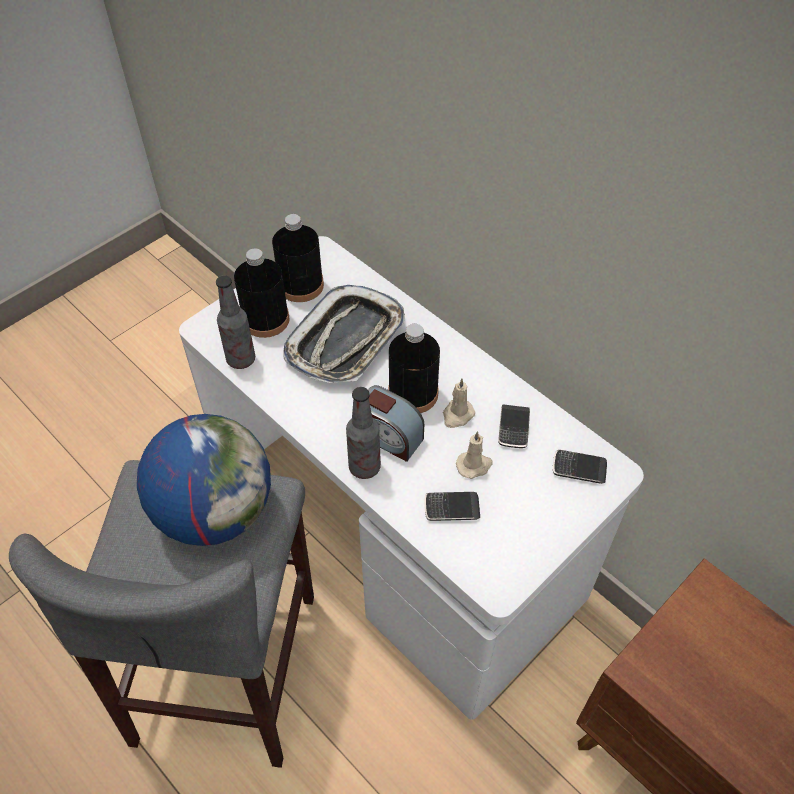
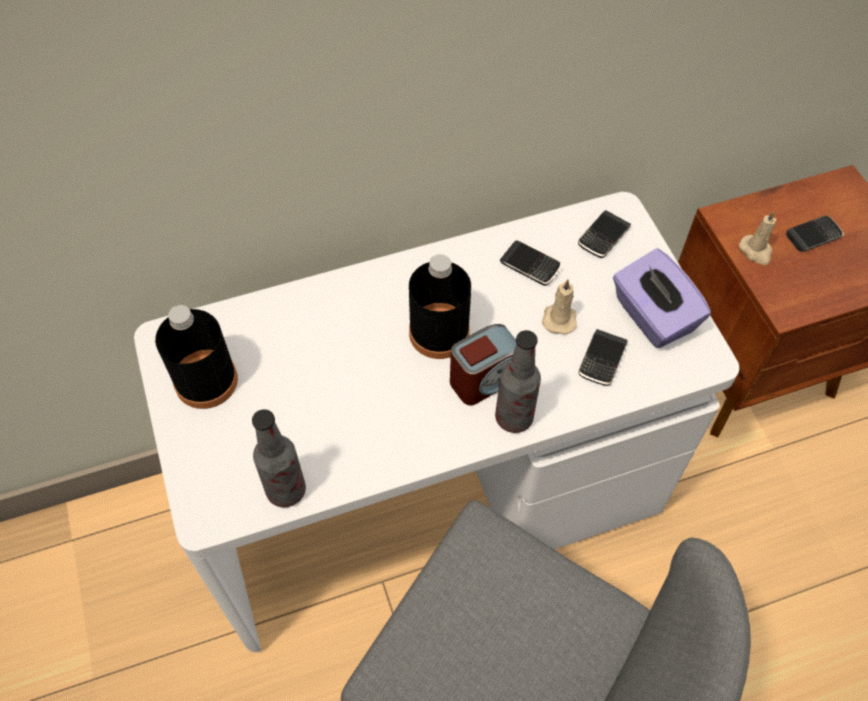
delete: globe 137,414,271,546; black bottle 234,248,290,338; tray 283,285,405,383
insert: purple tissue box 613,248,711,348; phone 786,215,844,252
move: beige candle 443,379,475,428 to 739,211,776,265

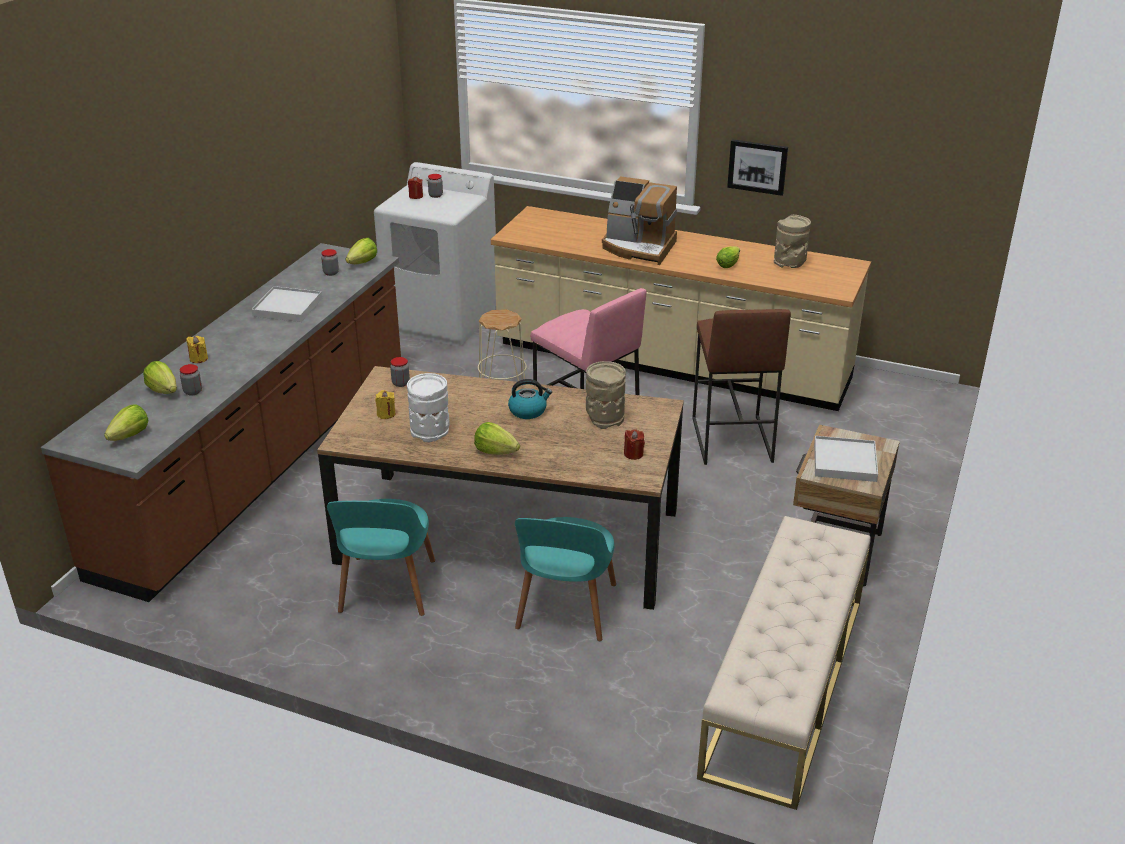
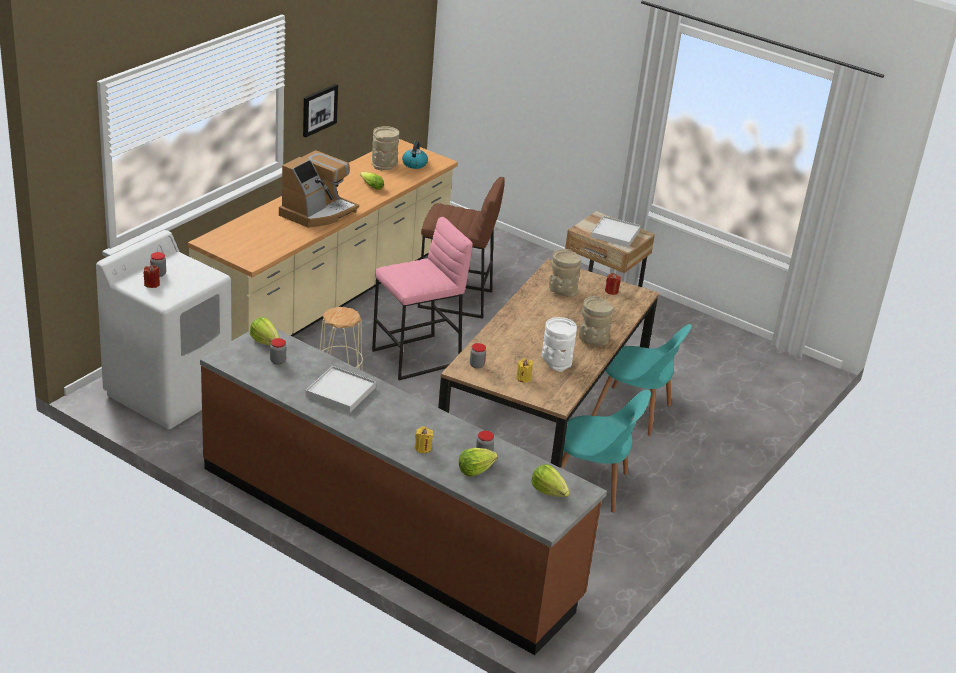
delete: beige bench 697,516,871,810
move: kettle 508,379,552,419 to 402,141,428,169
replace: lettuce 474,422,520,455 to beige vase 579,296,614,346

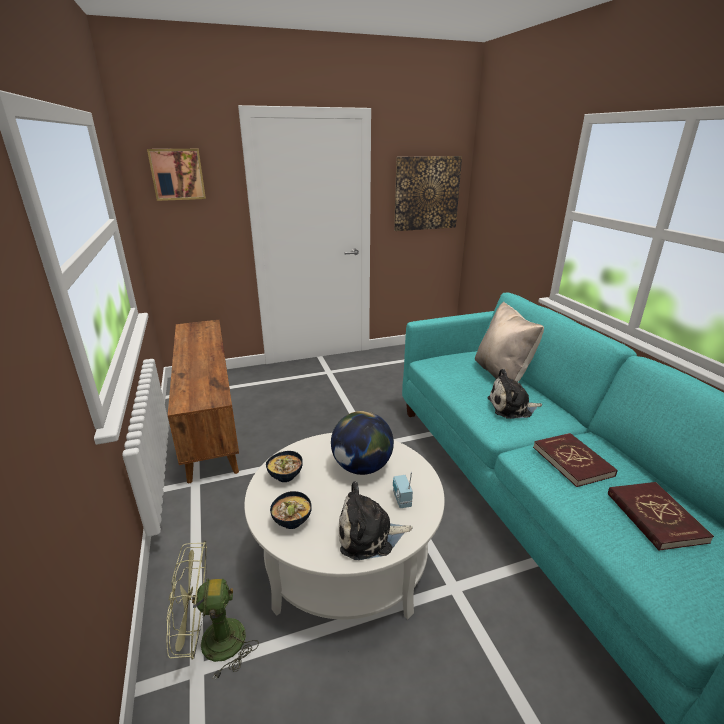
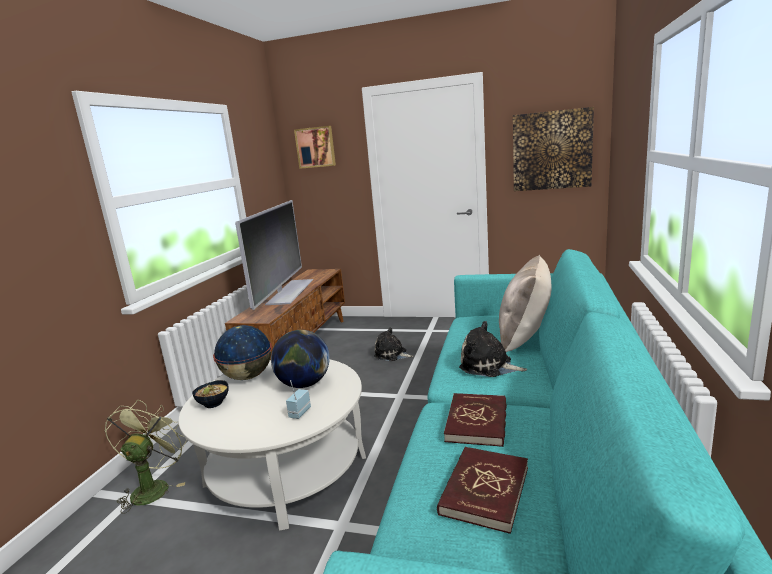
insert: television 235,200,313,310
move: plush toy 339,481,413,560 to 374,327,414,361
replace: bowl 266,451,303,482 to globe 213,325,272,380
rotate: green fan 167,541,259,680 = 105,400,187,514 75 degrees clockwise

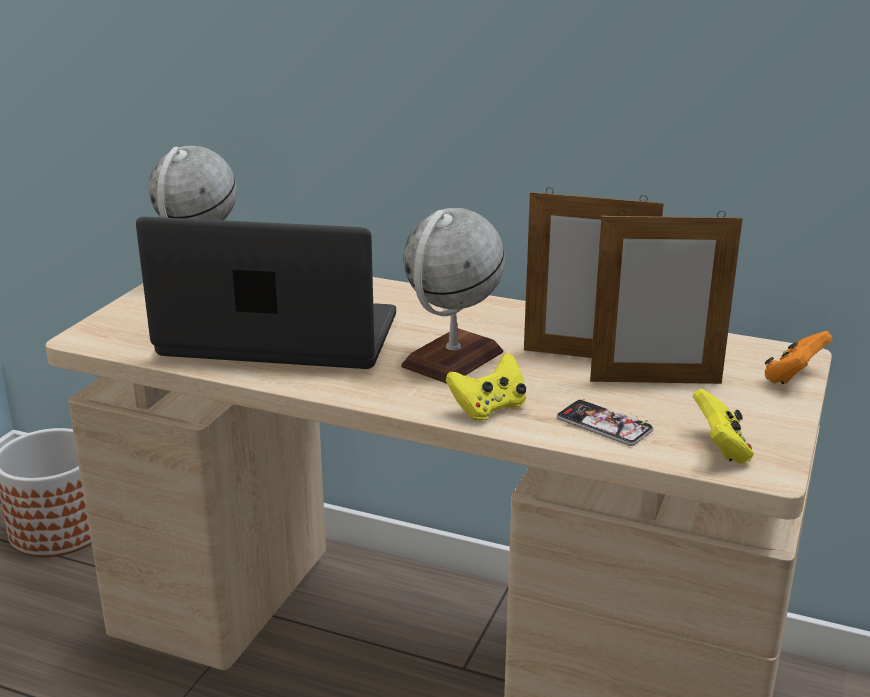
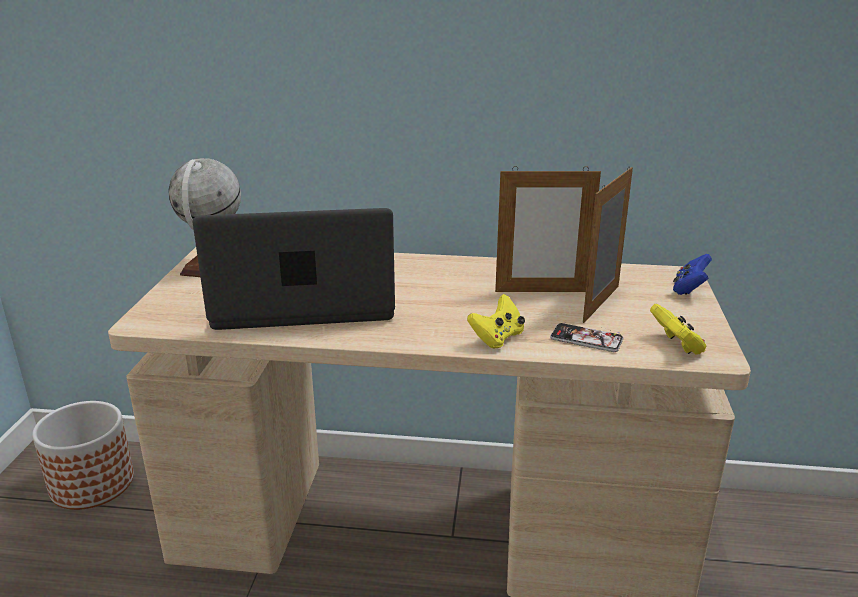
delete: globe 401,208,505,384
recolor: orange game controller 764,331,832,384 to blue game controller 673,254,712,295
rotate: picture frame 590,210,743,384 = 583,167,633,323 135 degrees clockwise

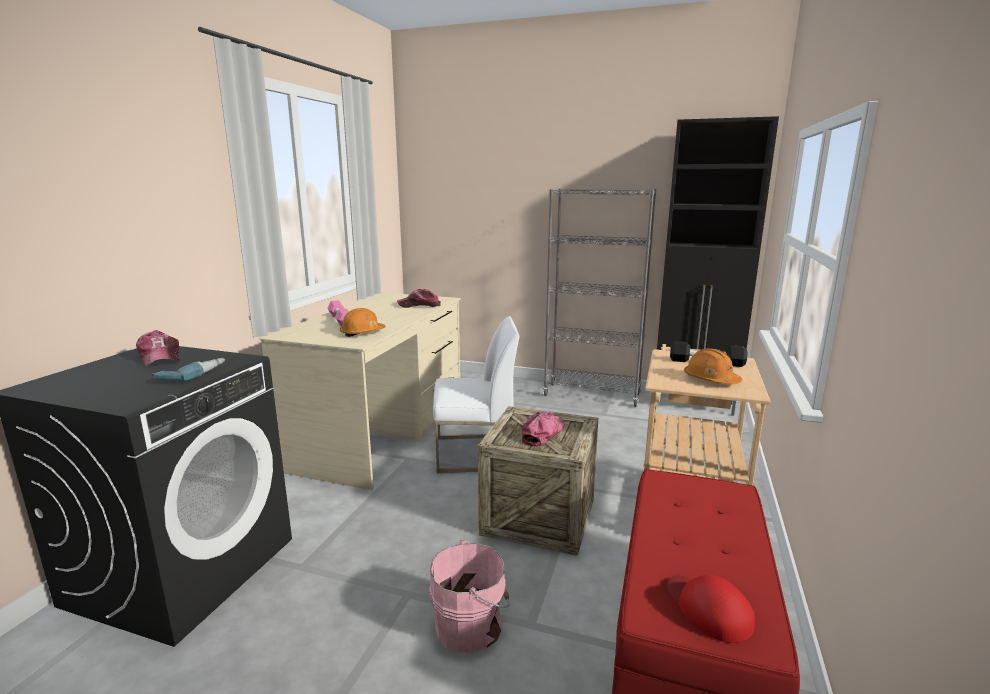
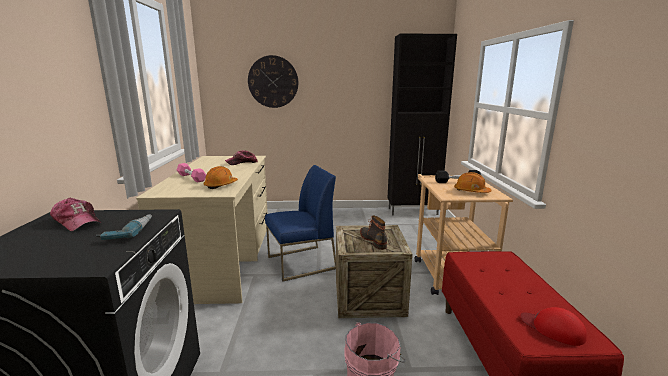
delete: grey bookcase 543,189,656,407
insert: wall clock 248,55,298,108
replace: cap 522,411,564,446 to boot 360,215,387,250
recolor: white chair 433,316,520,473 to blue chair 265,165,336,282

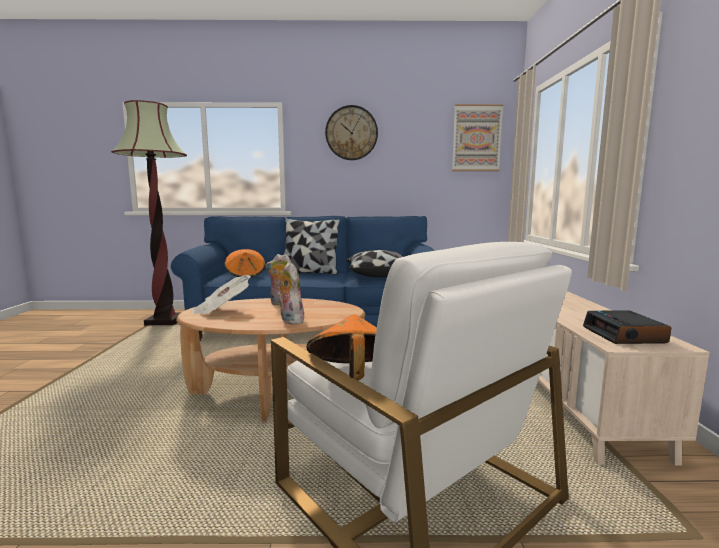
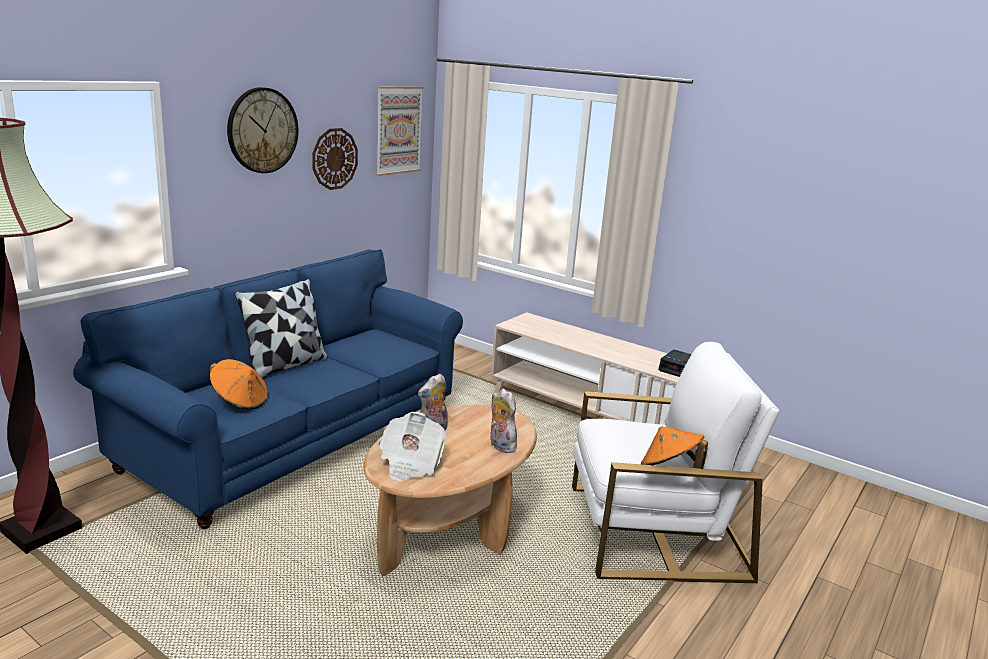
delete: pillow 346,250,403,277
insert: wall clock 312,128,358,190
rotate: plush toy 276,263,305,324 = 491,389,517,453 45 degrees clockwise

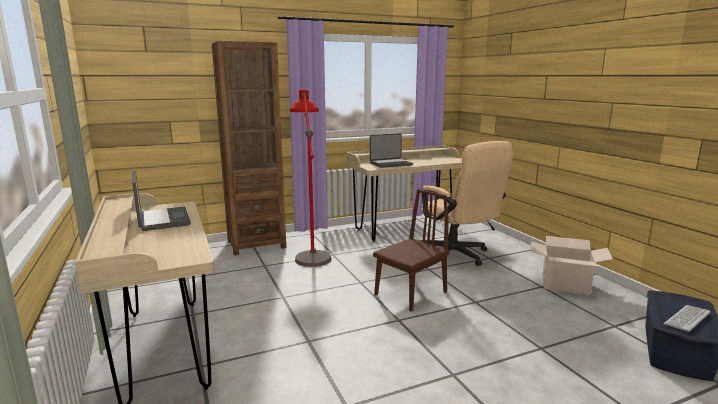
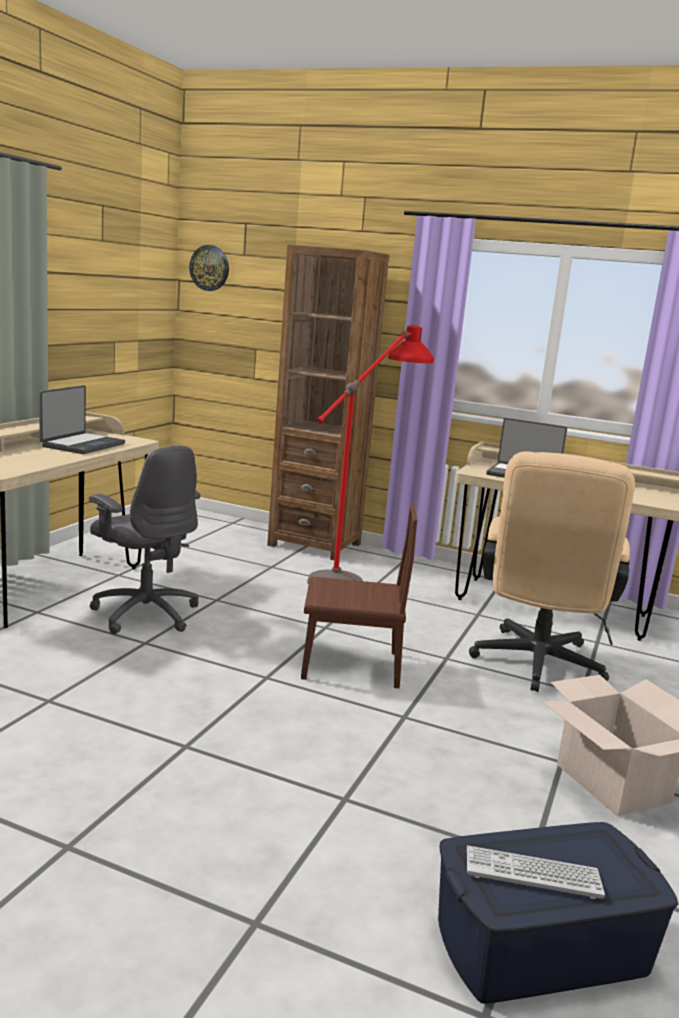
insert: grey office chair 89,445,200,634; wall clock 189,245,229,291

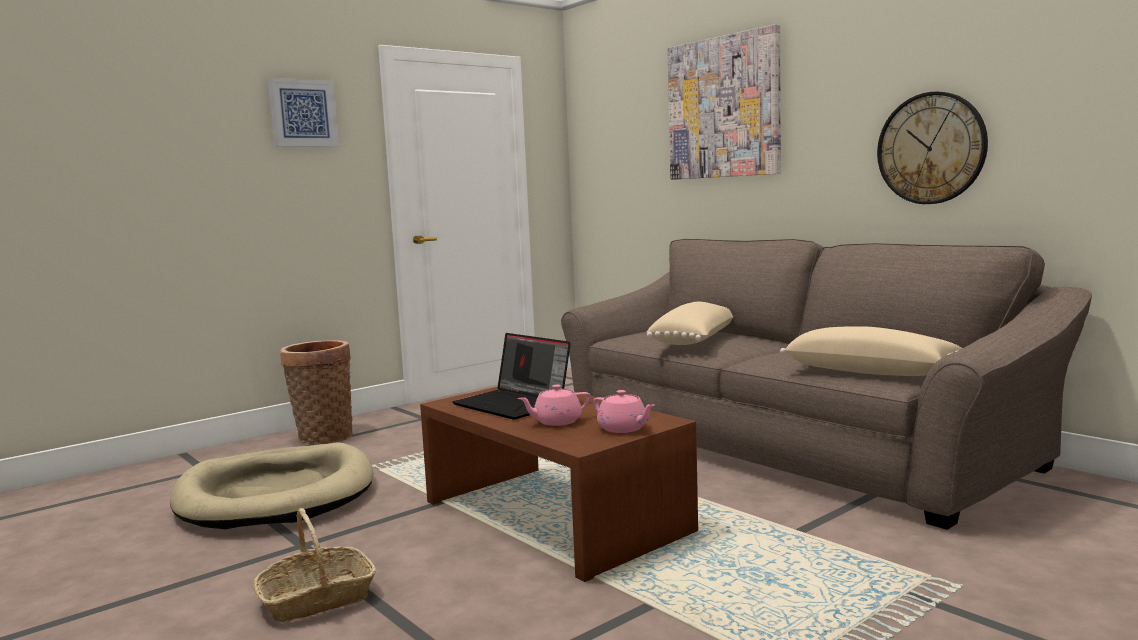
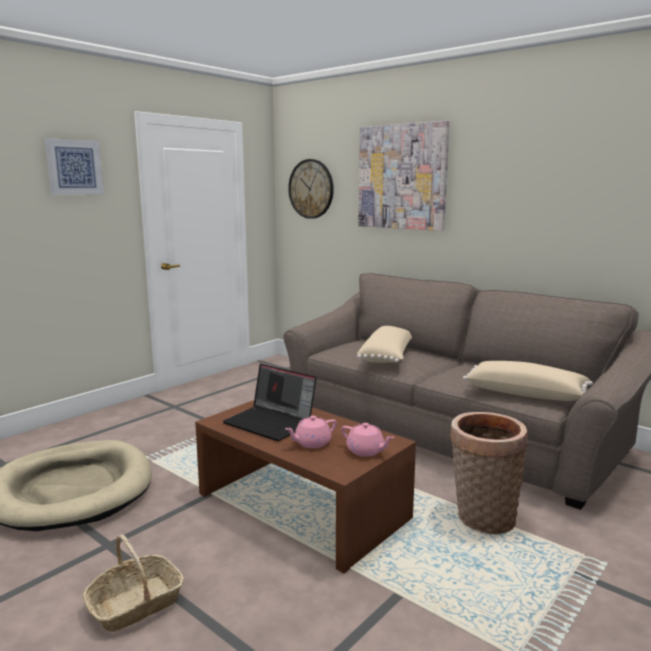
move: wall clock 877,91,988,204 to 288,159,334,219; basket 280,340,353,445 to 450,412,528,534

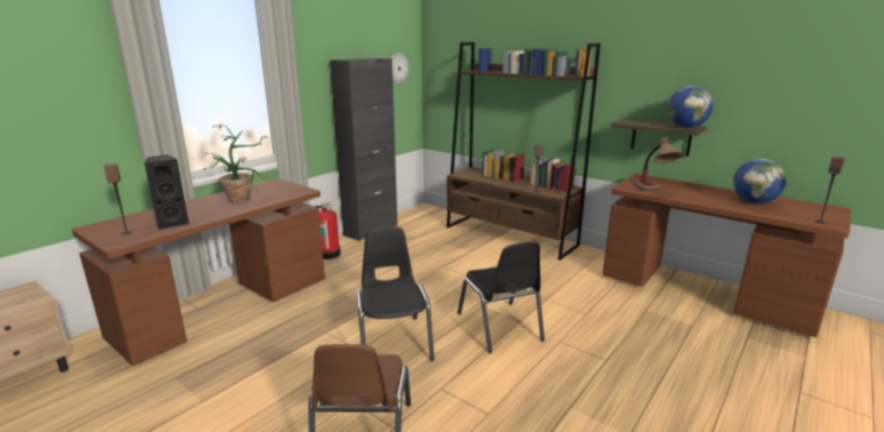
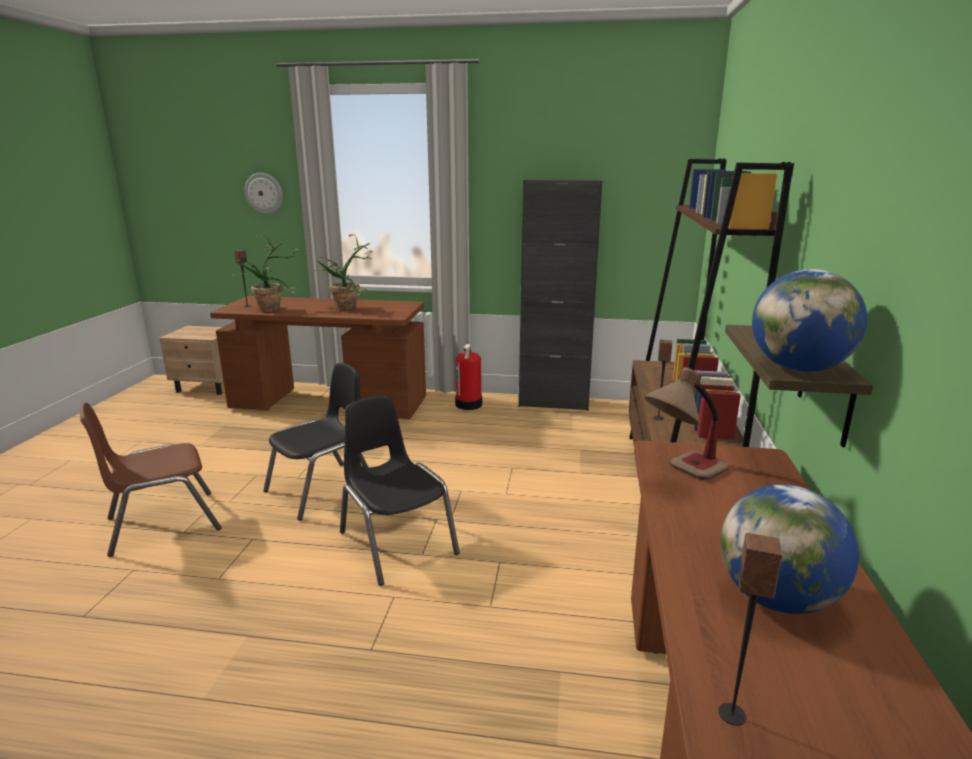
move: wall clock 391,53,409,84 to 245,173,283,214
replace: black speaker 144,155,189,230 to potted plant 232,235,300,312
rotate: black chair 457,242,545,353 = 340,395,460,586 105 degrees clockwise

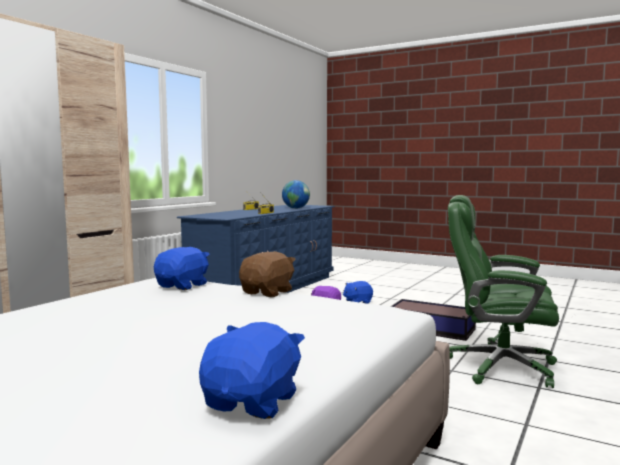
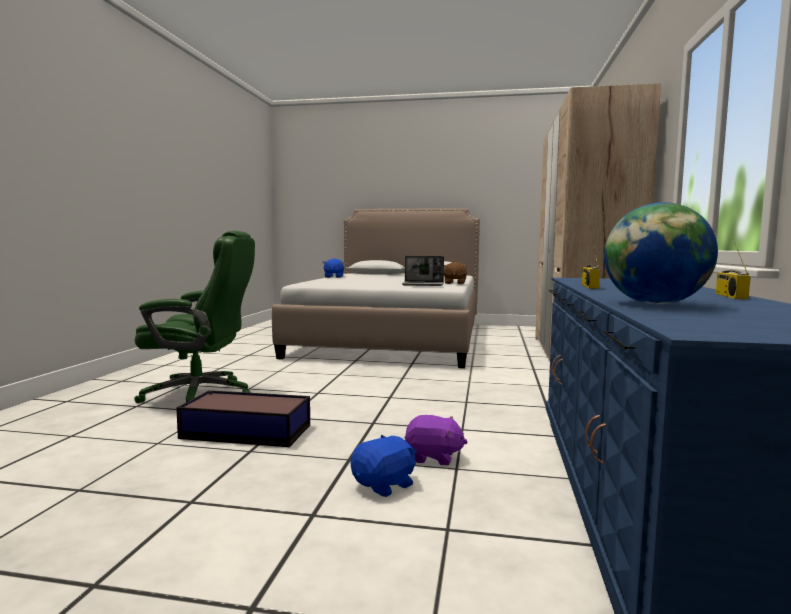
move: brown plush toy 239,251,296,297 to 444,262,467,284
replace: blue plush toy 154,247,209,290 to laptop 402,256,444,286

